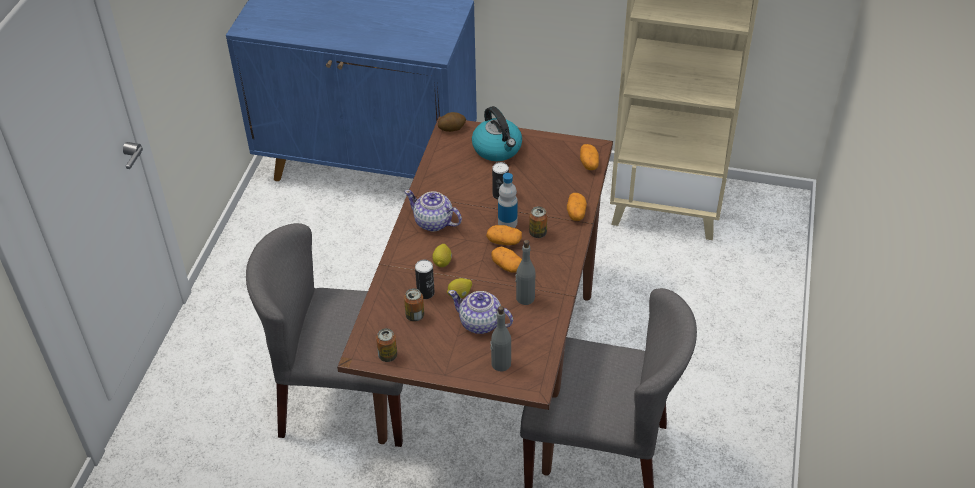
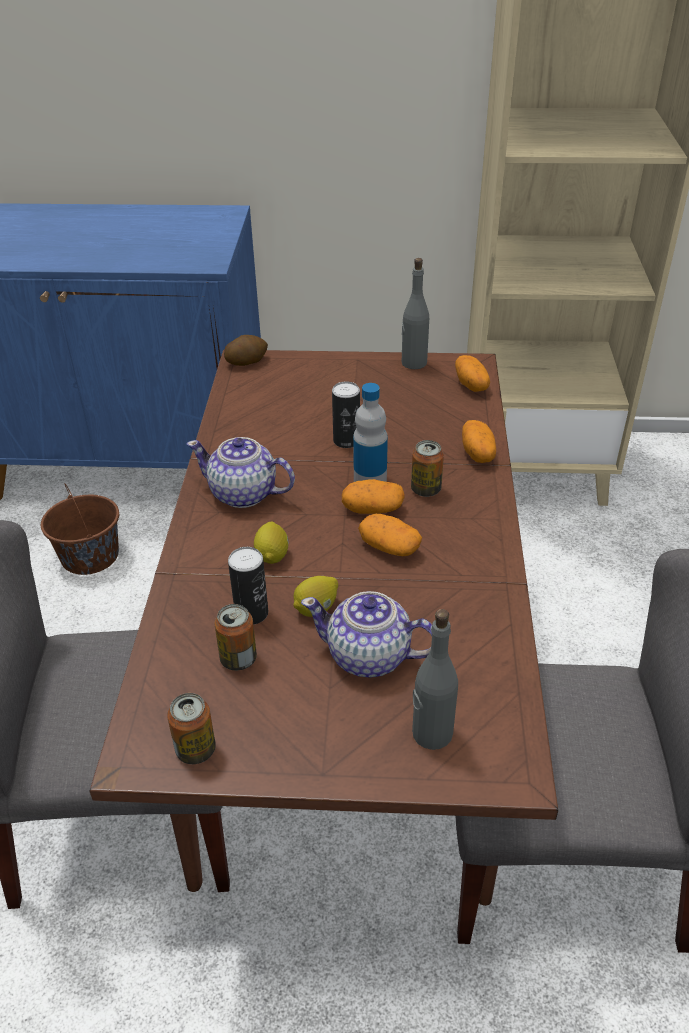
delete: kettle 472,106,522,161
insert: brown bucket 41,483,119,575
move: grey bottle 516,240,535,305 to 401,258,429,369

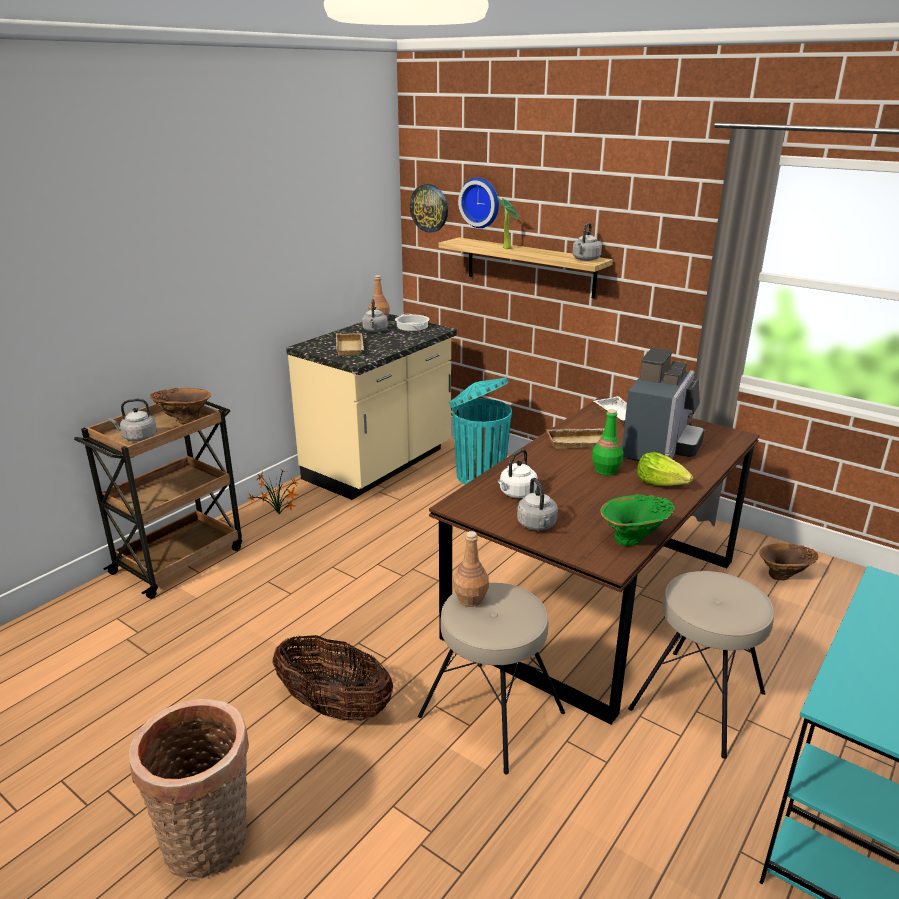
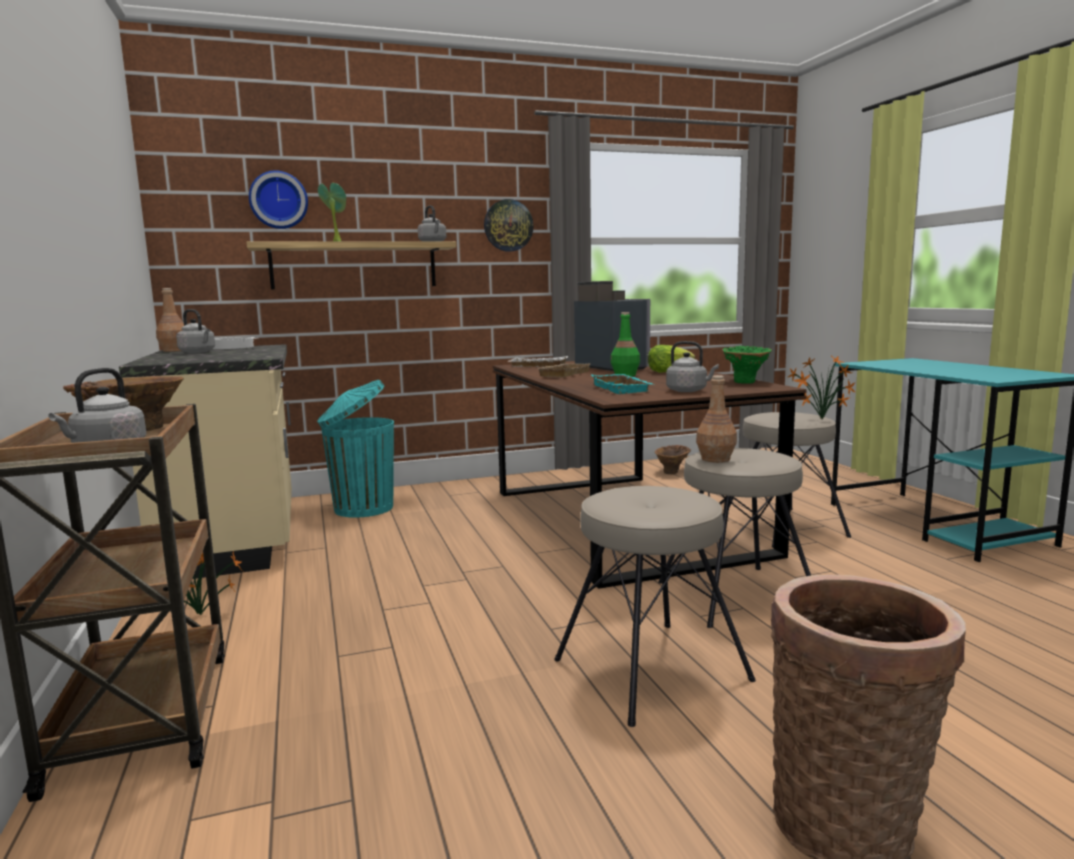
delete: beige tray 336,333,364,356
insert: potted plant 788,356,855,419
move: wall clock 410,184,448,233 to 484,199,534,252
replace: basket 272,635,393,721 to beige stool 554,486,756,727; white kettle 498,449,538,498 to turquoise tray 591,374,652,394

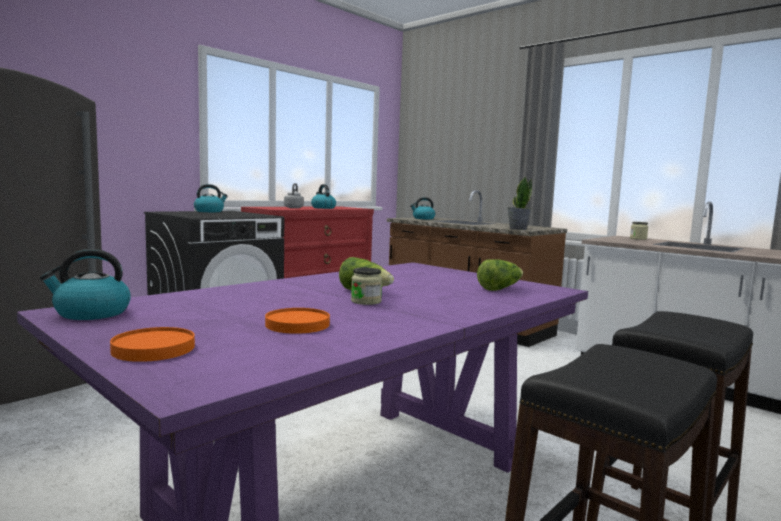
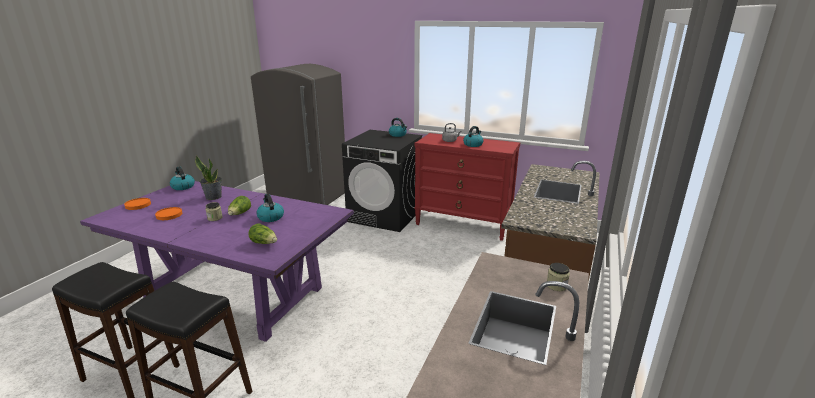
move: potted plant 507,176,532,230 to 195,156,222,200; kettle 410,197,435,219 to 256,194,284,222

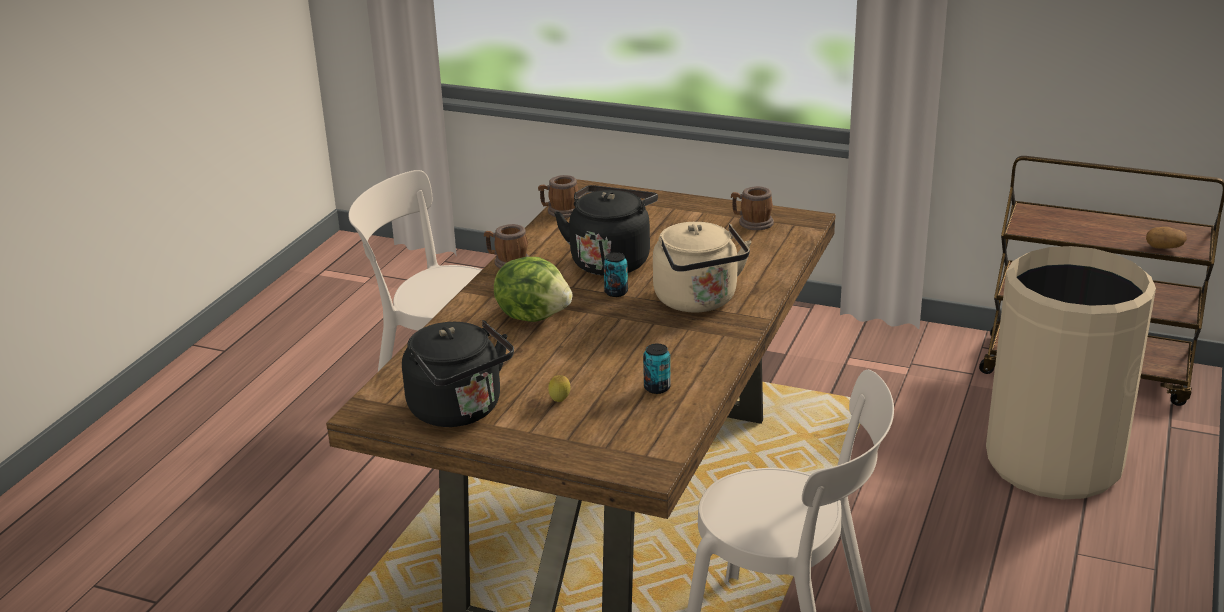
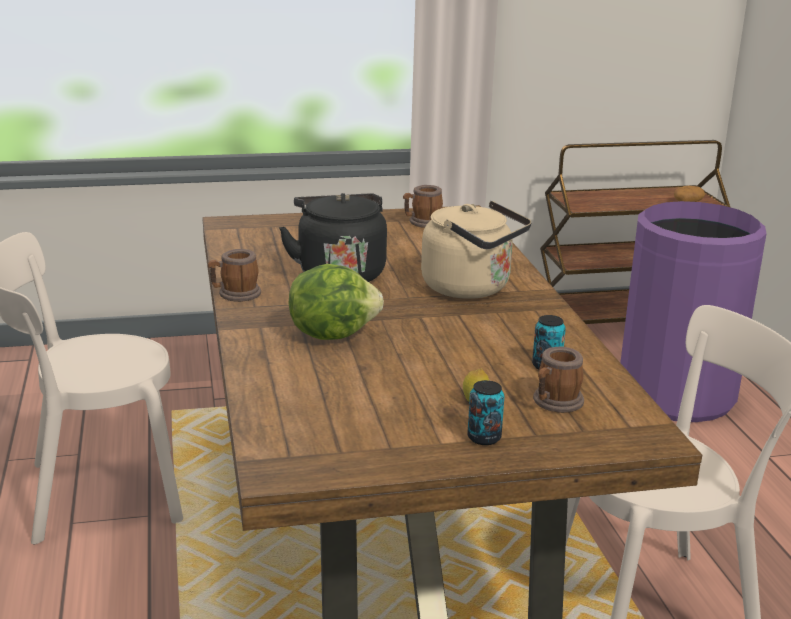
delete: black kettle 402,320,514,427
move: can 603,252,628,297 to 467,380,504,445; mug 538,175,578,218 to 533,346,584,413
recolor: beige trash can 986,246,1156,500 to purple trash can 620,201,767,422

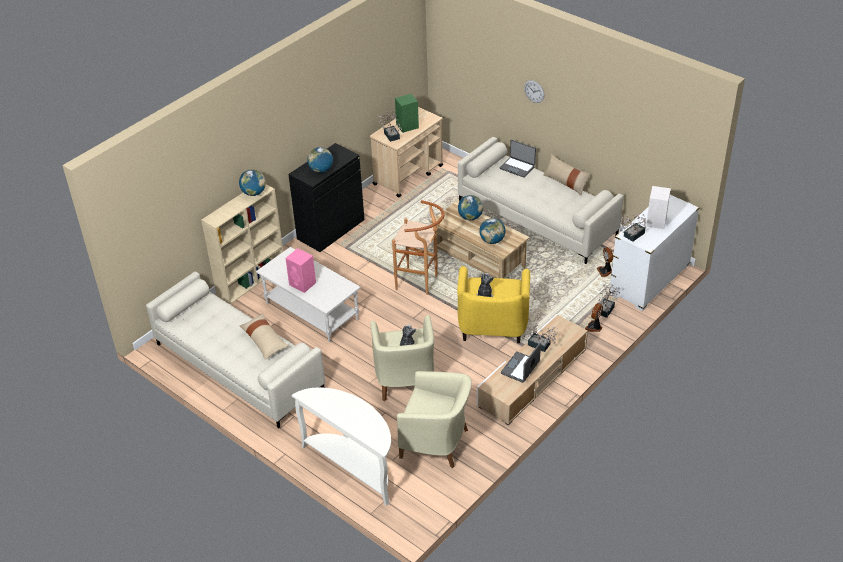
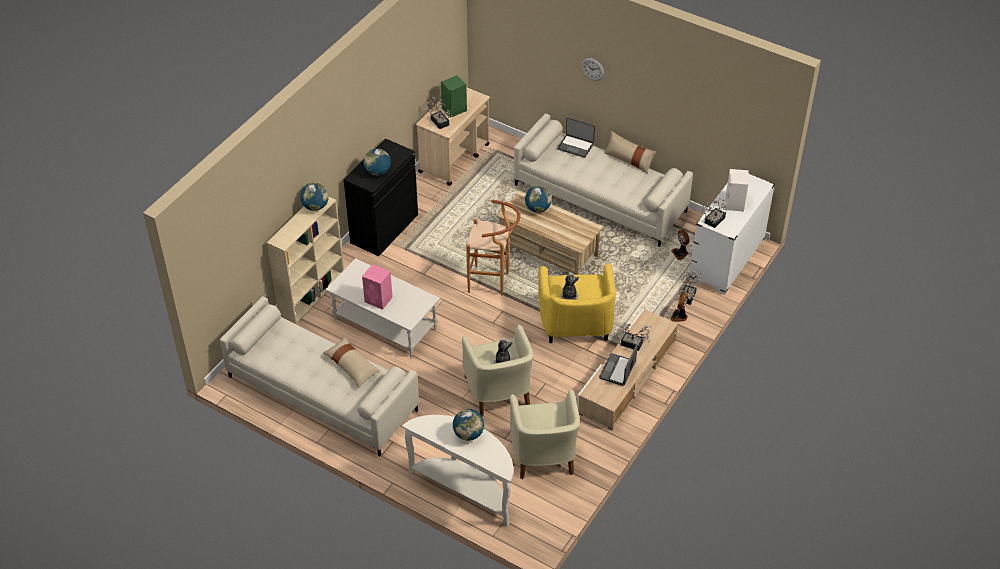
move: globe 479,218,505,244 to 453,409,484,441
rotate: beige armchair 397,371,472,468 = 510,389,580,479 75 degrees clockwise

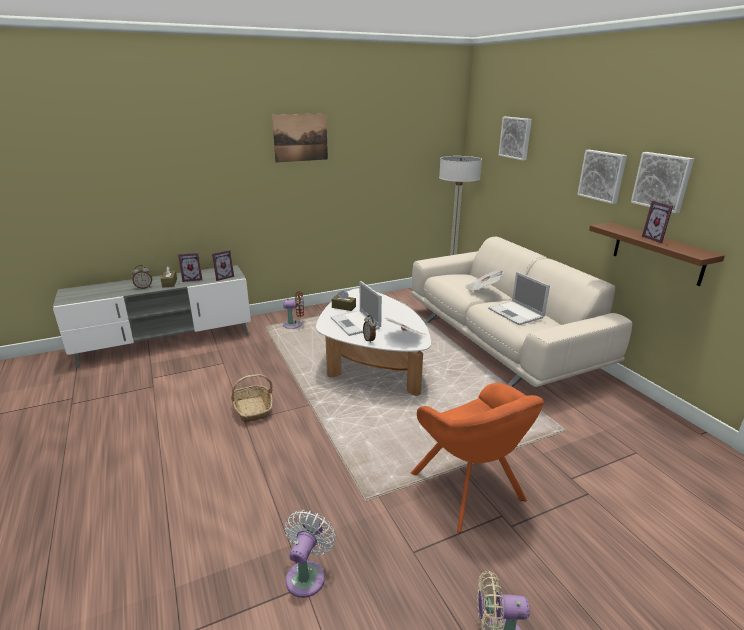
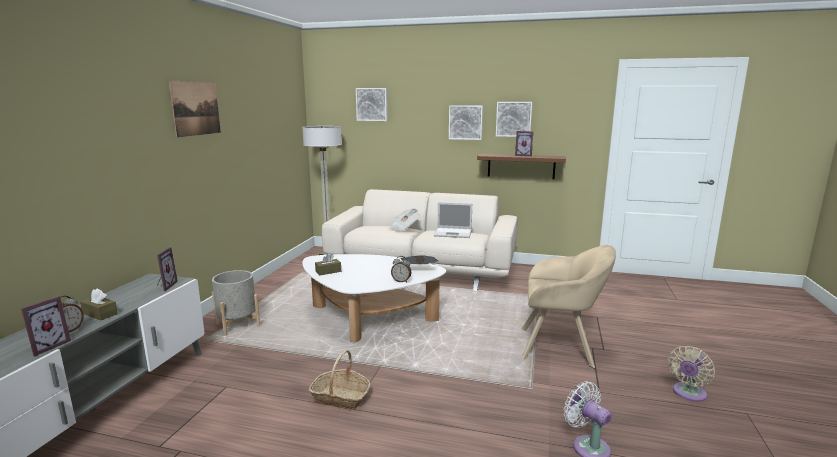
delete: laptop 331,281,382,336
move: picture frame 178,253,202,282 to 21,296,71,356
replace: brown fan 283,291,304,329 to grey planter 212,270,260,336
recolor: orange armchair 411,383,544,533 to beige armchair 521,245,616,368

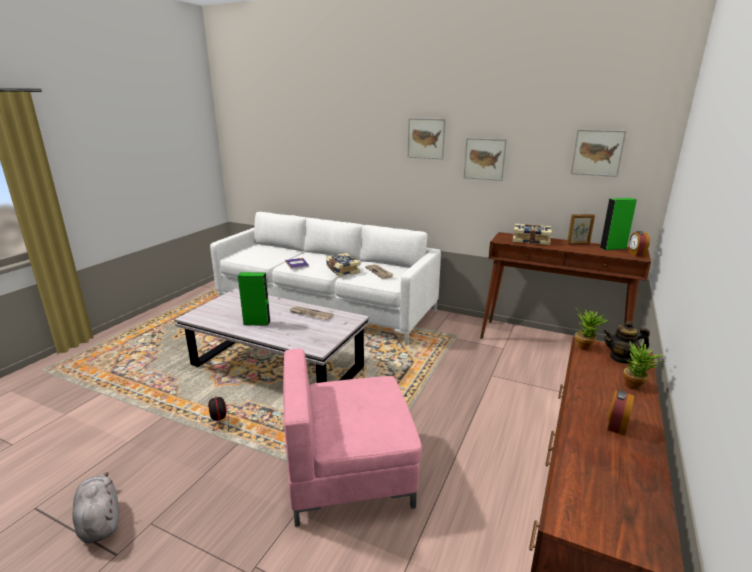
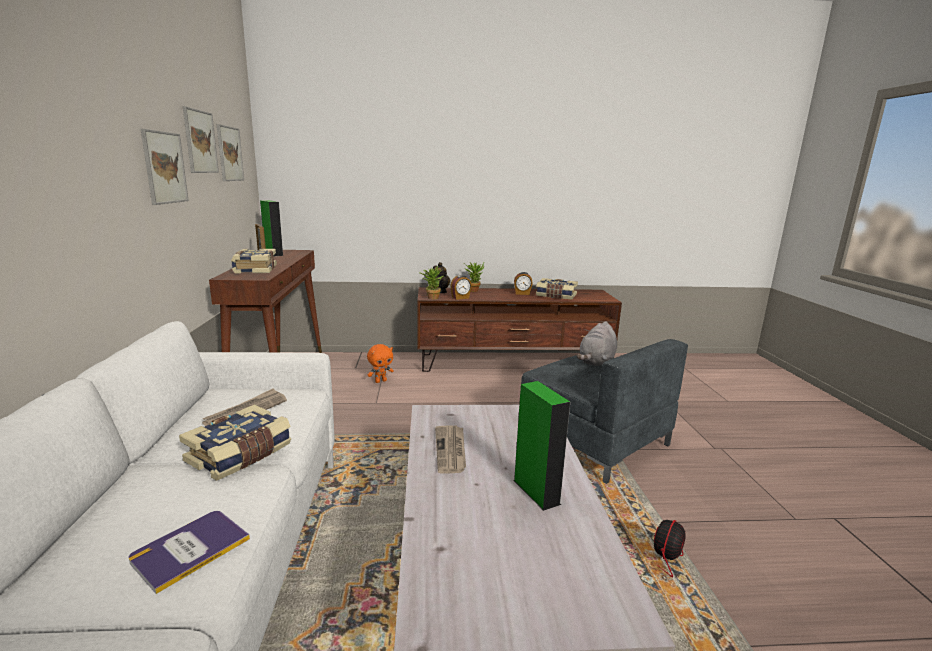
insert: orange plush toy 367,344,394,383; book 536,278,578,300
move: picture 408,118,446,159 to 183,106,219,173; alarm clock 629,231,650,257 to 450,275,472,300; grey plush toy 72,472,119,543 to 577,321,617,366
recolor: pink armchair 283,349,422,527 to grey armchair 521,339,688,484

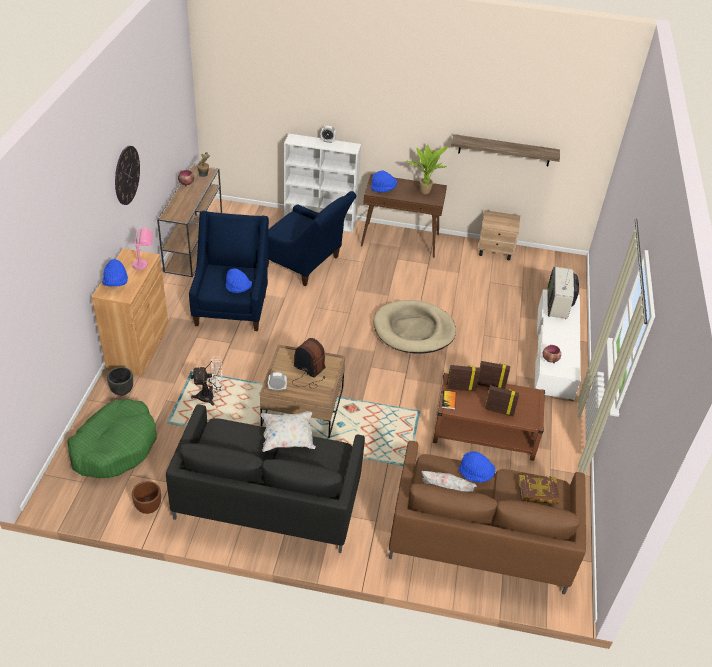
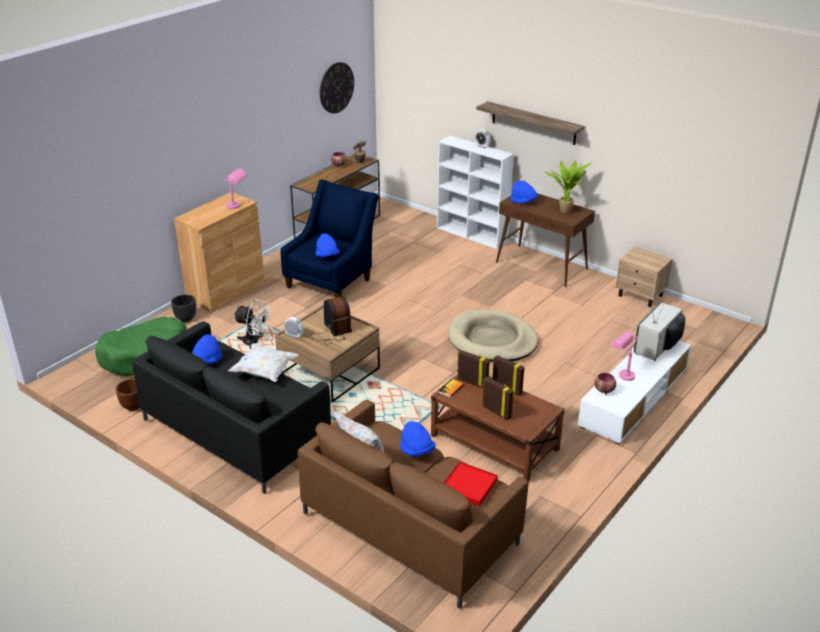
delete: blue armchair 268,191,356,286
insert: pink table lamp 612,332,639,381
move: blue hat 102,259,128,286 to 192,334,222,364; wall clock 115,146,140,205 to 320,62,354,113; shelf 451,134,560,166 to 476,101,585,145
replace: book 518,475,559,504 to red tray 444,462,498,506

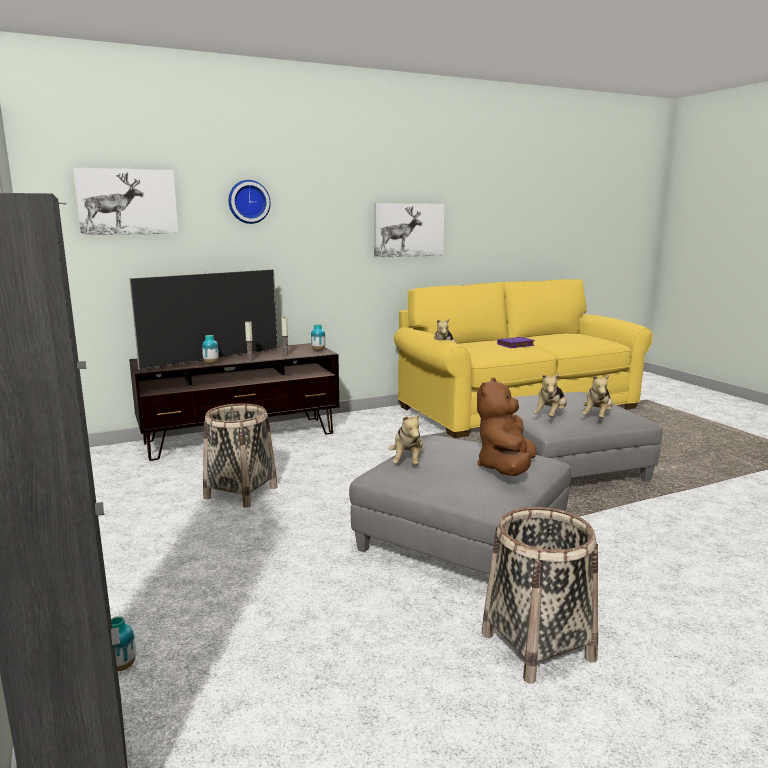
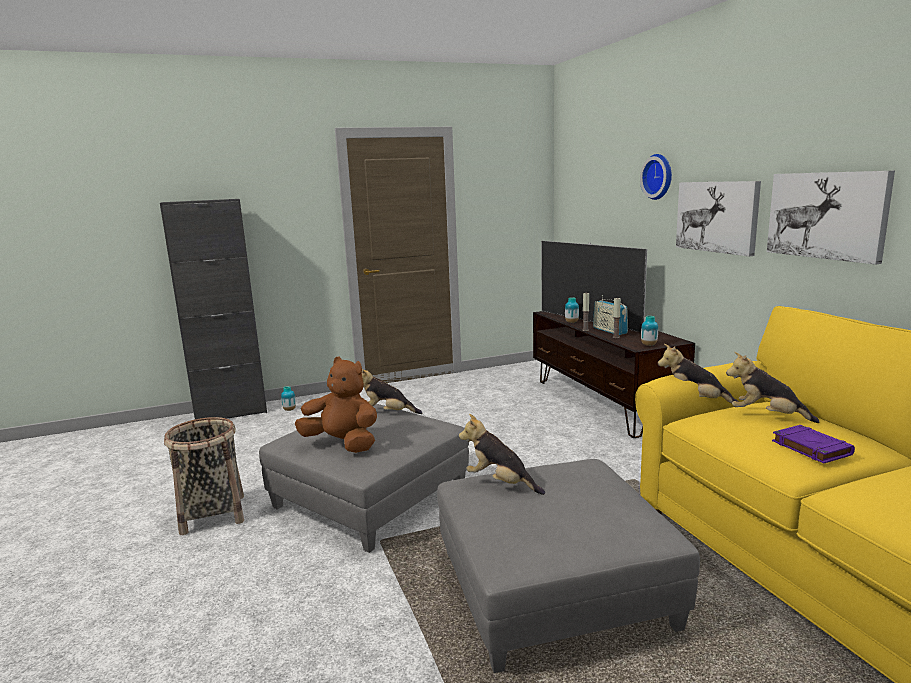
delete: basket 203,403,278,508
insert: radio 593,295,628,335
move: picture 73,167,179,235 to 676,181,761,256; plush toy 582,374,613,418 to 726,352,820,423

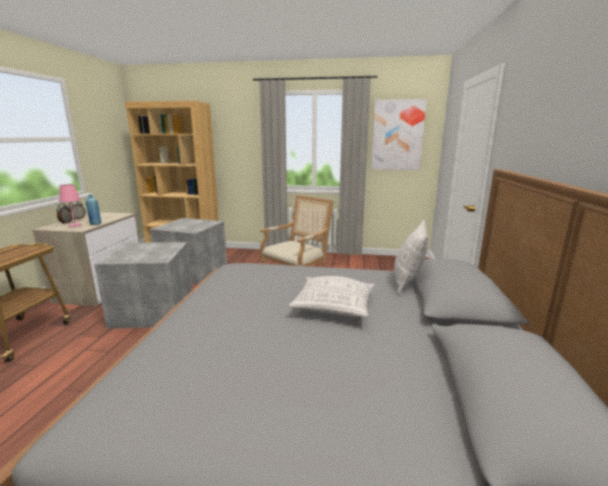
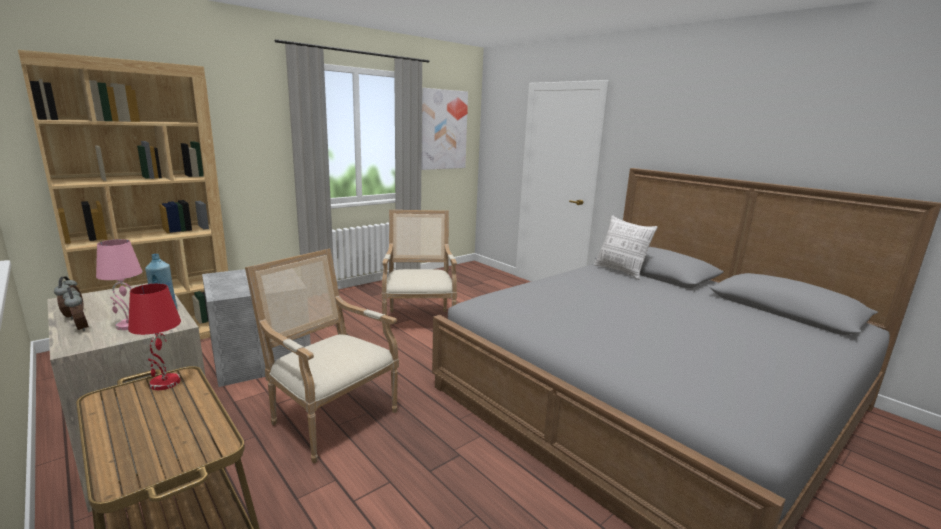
delete: pillow 288,276,375,318
insert: red table lamp 128,283,181,390
replace: grey storage box 94,242,192,329 to armchair 245,249,399,463

